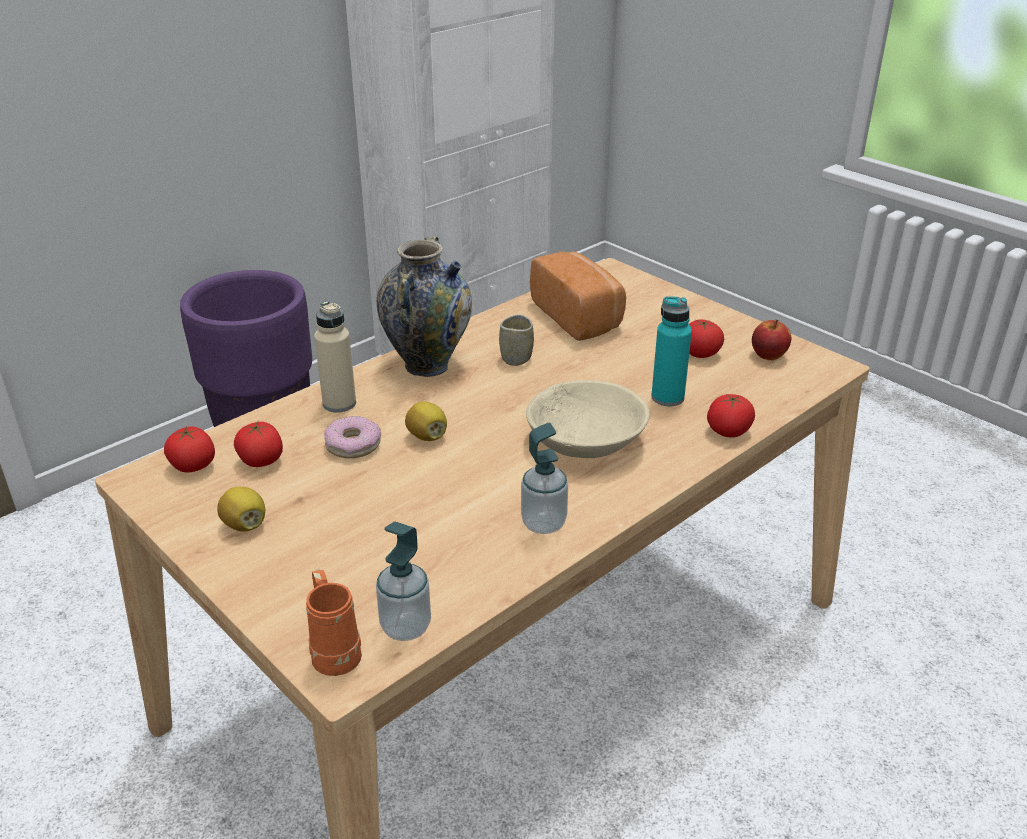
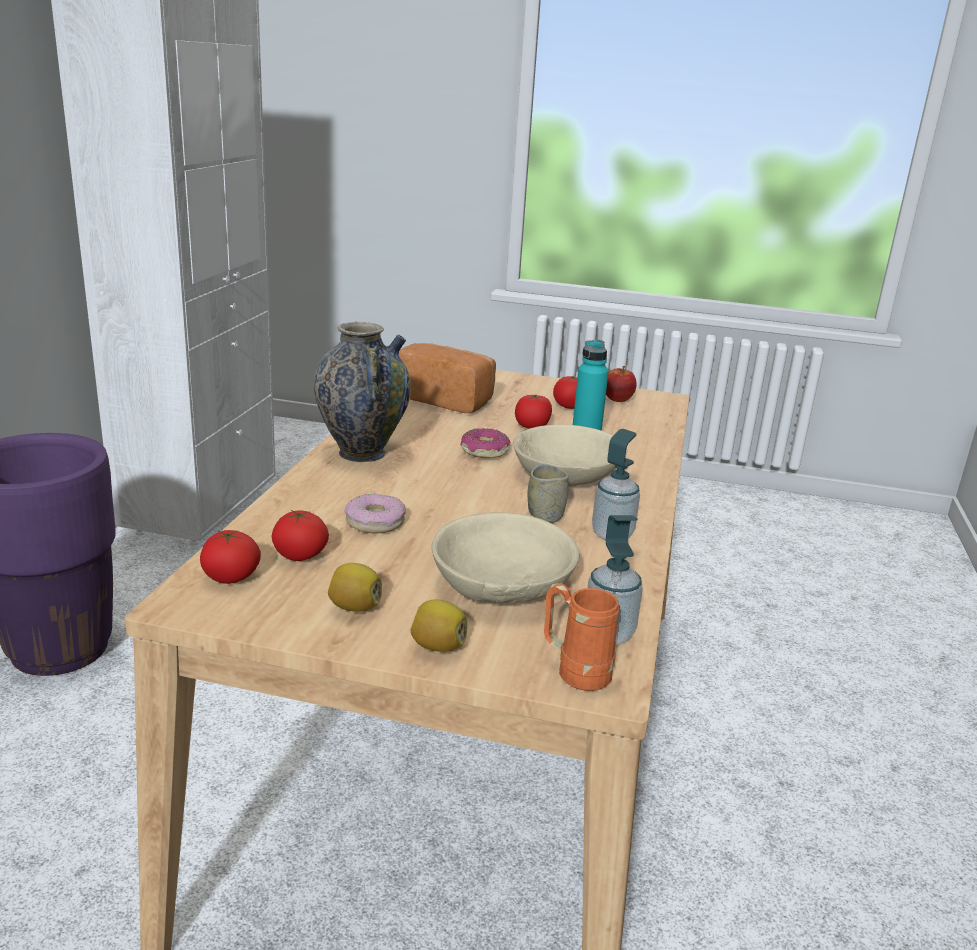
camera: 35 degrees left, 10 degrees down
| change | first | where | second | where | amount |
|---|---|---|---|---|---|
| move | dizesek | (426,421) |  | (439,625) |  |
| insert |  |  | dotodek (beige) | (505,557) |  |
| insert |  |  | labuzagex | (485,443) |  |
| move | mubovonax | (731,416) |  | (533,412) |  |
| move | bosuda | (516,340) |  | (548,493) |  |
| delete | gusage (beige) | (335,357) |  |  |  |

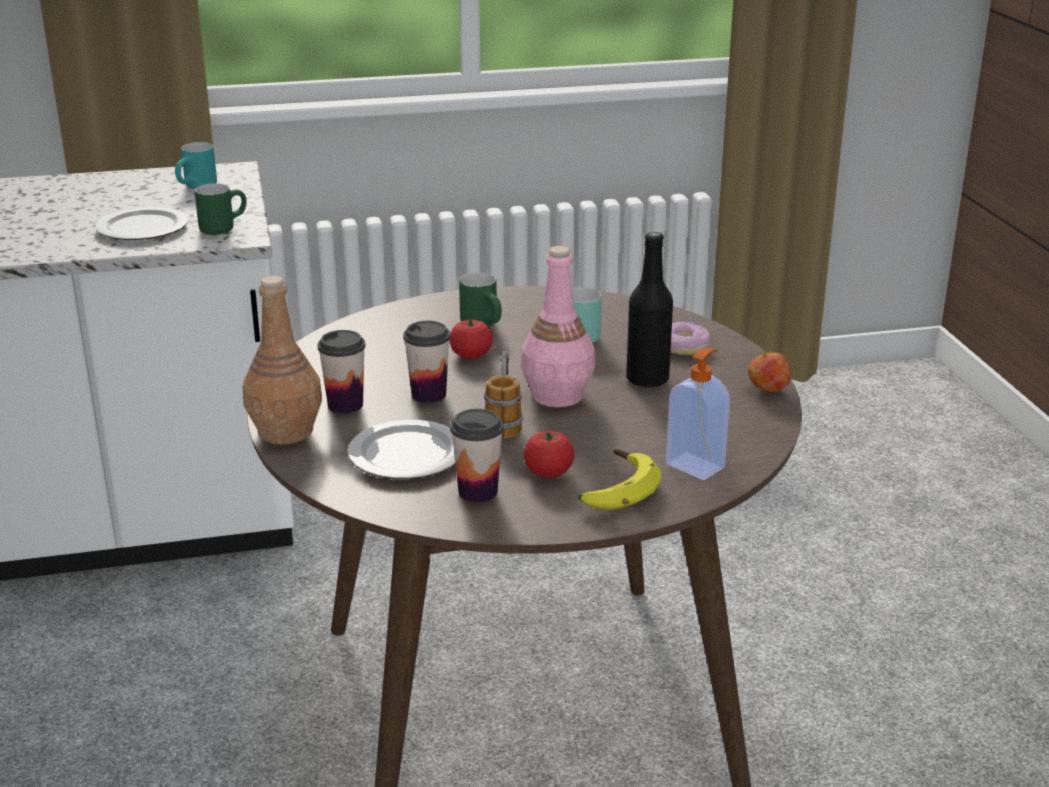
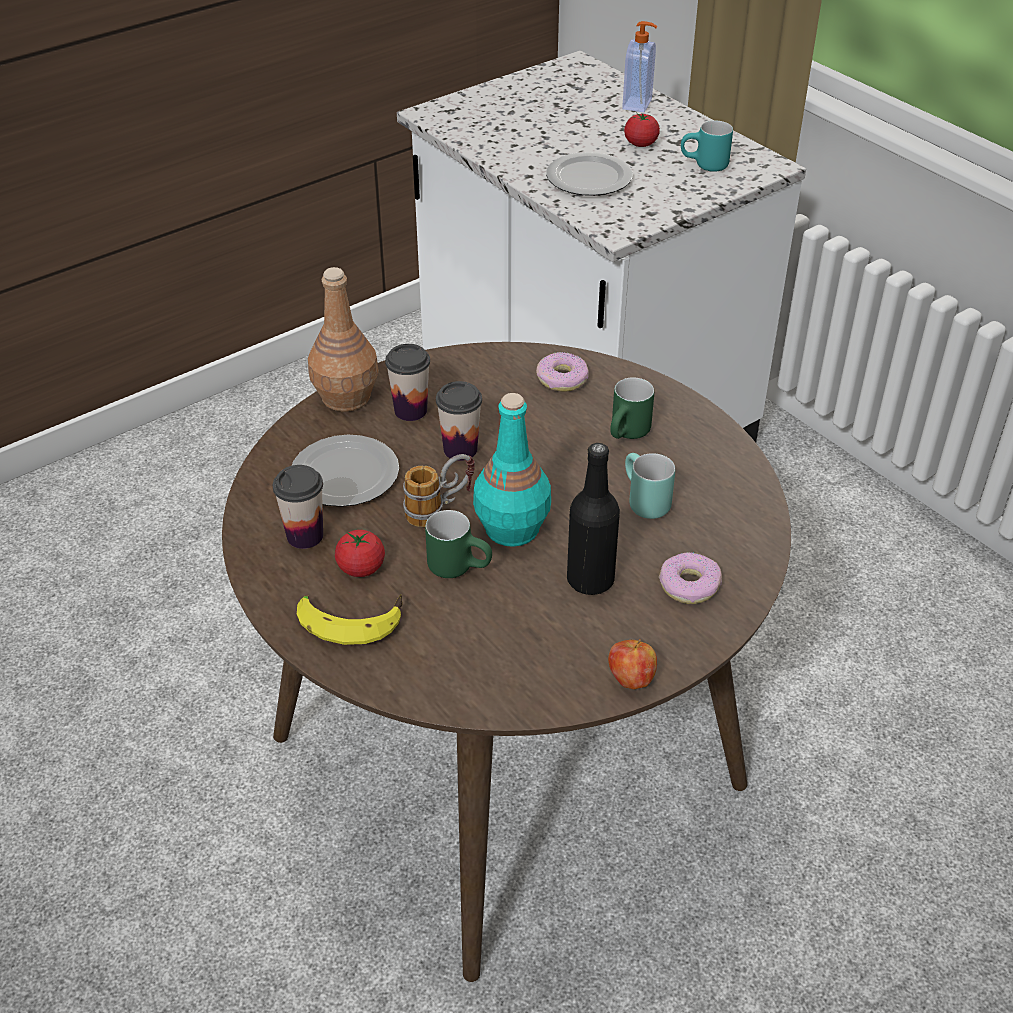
camera: 65 degrees right, 15 degrees up
| change | first | where | second | where | amount |
|---|---|---|---|---|---|
| move | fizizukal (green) | (221,209) |  | (458,544) |  |
| recolor | gusage (pink) | (558,326) | gusage (turquoise) | (512,470) |  |
| insert |  |  | labuzagex | (562,372) |  |
| move | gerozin | (698,414) |  | (639,66) |  |
| move | mubovonax | (471,339) |  | (642,130) |  |

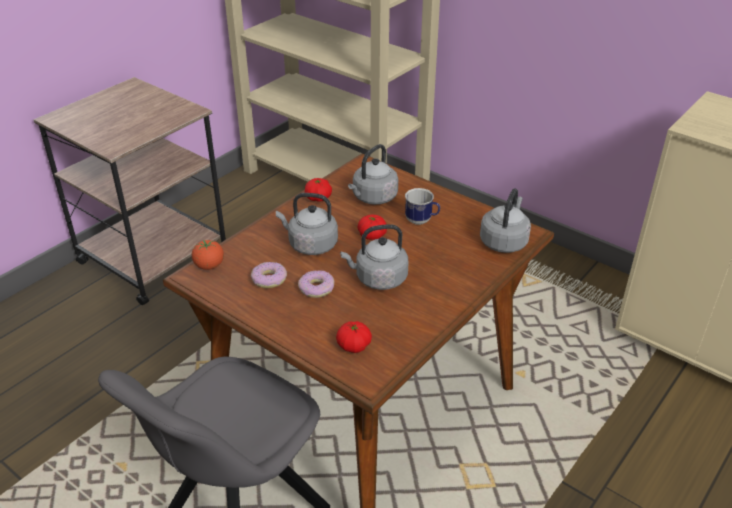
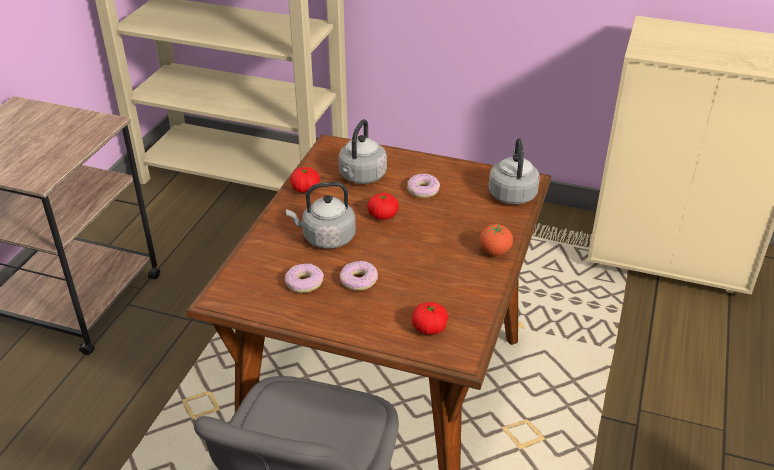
camera: 20 degrees left, 0 degrees up
| change | first | where | second | where | amount |
|---|---|---|---|---|---|
| replace | fizizukal | (422,206) | labuzagex | (423,186) |  |
| move | mubovonax | (208,255) |  | (496,240) |  |
| delete | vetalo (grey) | (374,257) |  |  |  |

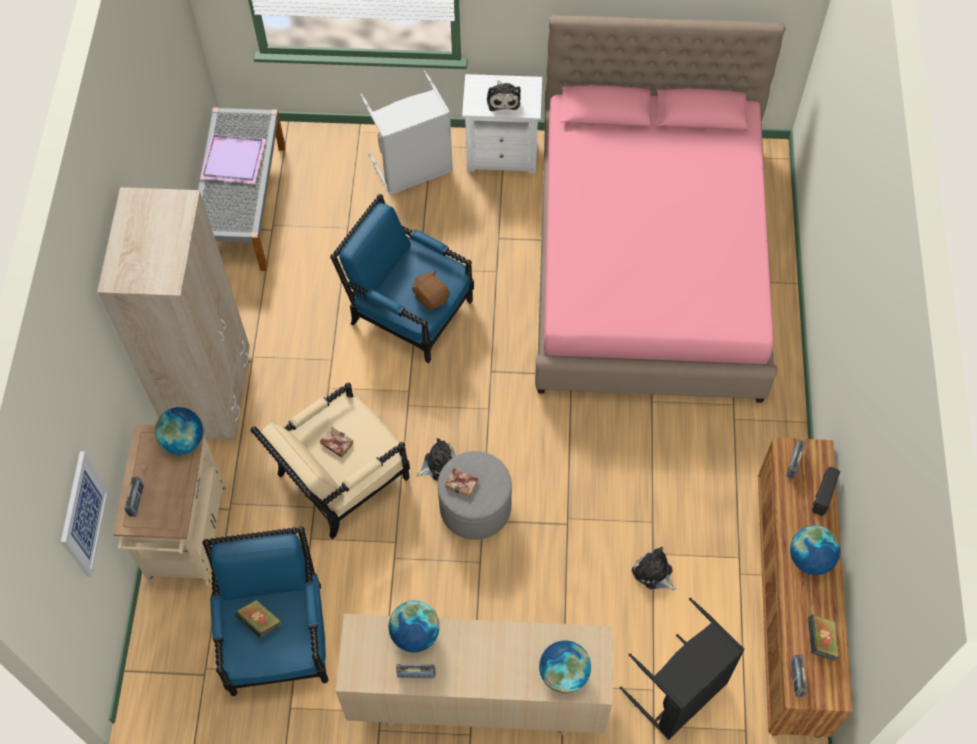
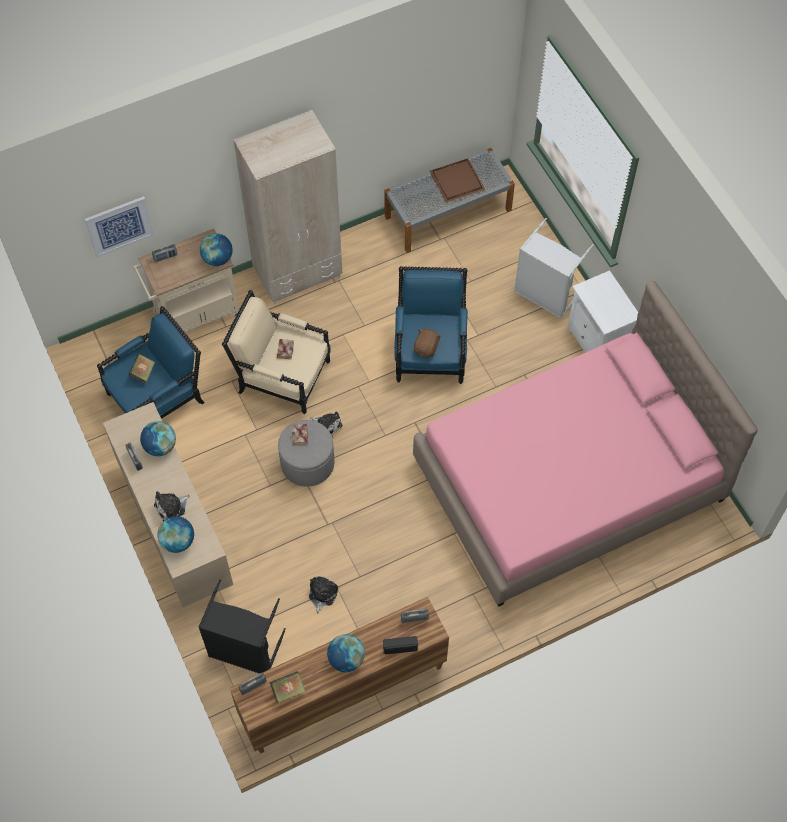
camera: 60 degrees right, 0 degrees up
| change | first | where | second | where | amount |
|---|---|---|---|---|---|
| move | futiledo | (504,96) |  | (171,506) |  |
| recolor | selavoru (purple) | (233,159) | selavoru (brown) | (457,180) |  |

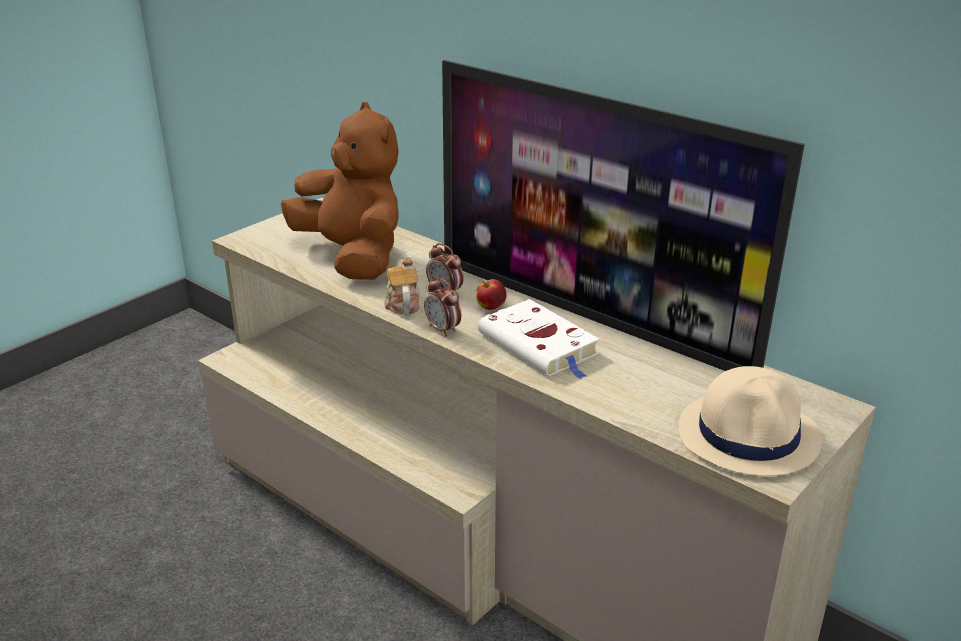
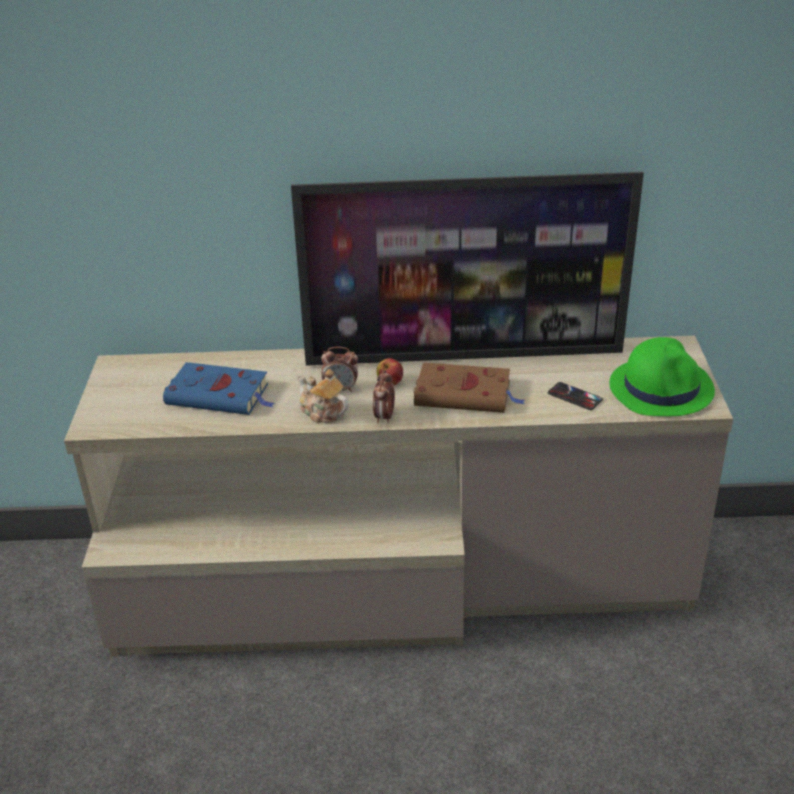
camera: 40 degrees left, 5 degrees up
| change | first | where | second | where | amount |
|---|---|---|---|---|---|
| replace | futiledo (brown) | (340,191) | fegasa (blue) | (219,388) |  |
| rotate | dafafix | (442,307) |  | (384,396) | 90 degrees clockwise |
| recolor | fegasa (white) | (538,339) | fegasa (brown) | (469,388) |  |
| insert |  |  | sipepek | (575,396) |  |
| recolor | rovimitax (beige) | (750,421) | rovimitax (green) | (662,376) |  |

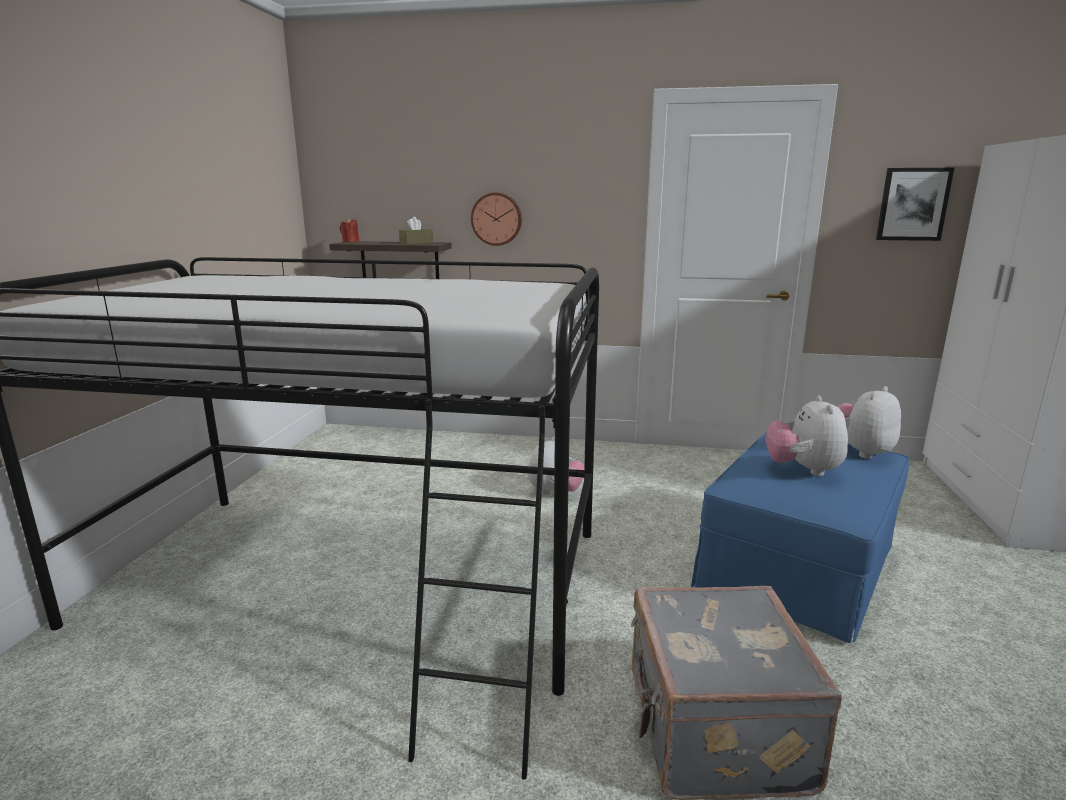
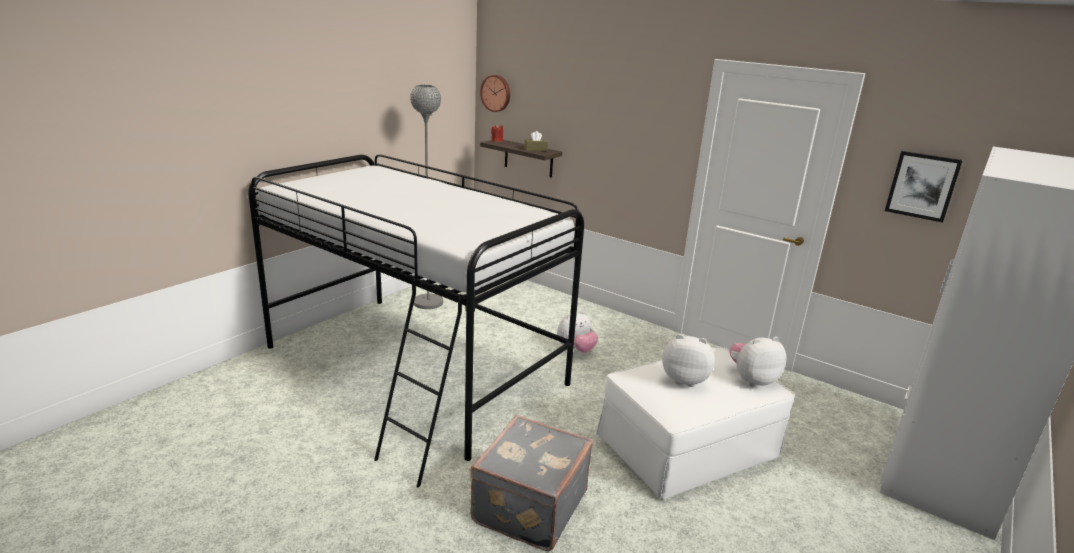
camera: 25 degrees right, 5 degrees up
| change | first | where | second | where | amount |
|---|---|---|---|---|---|
| insert |  |  | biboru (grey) | (426,197) |  |
| move | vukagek | (496,219) |  | (495,93) |  |
| recolor | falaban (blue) | (800,537) | falaban (white) | (695,423) |  |
| rotate | futiledo | (806,435) |  | (688,360) | 75 degrees clockwise |

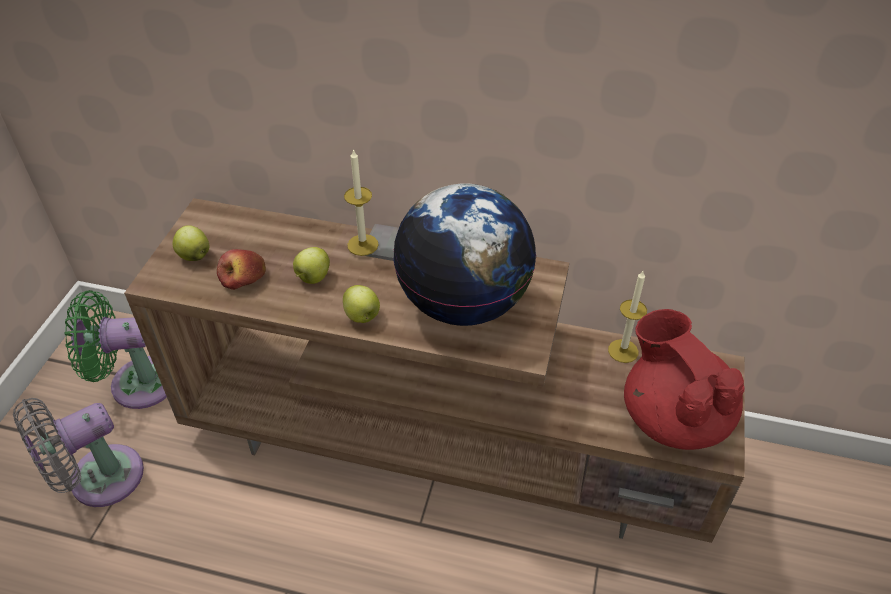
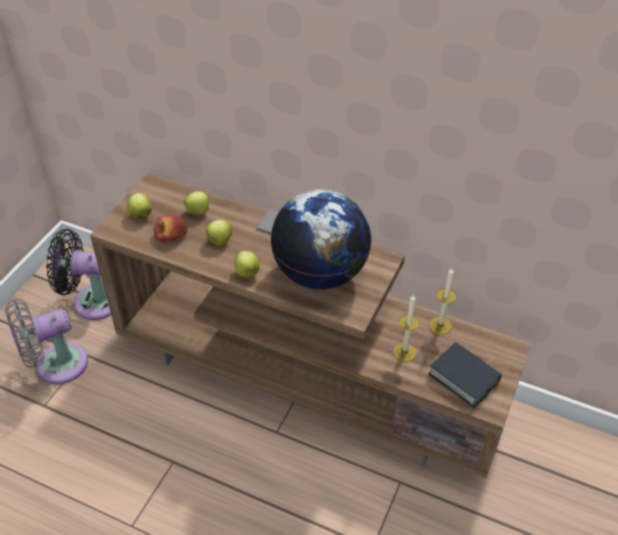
camera: 10 degrees right, 0 degrees up
| change | first | where | second | where | amount |
|---|---|---|---|---|---|
| recolor | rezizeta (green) | (116,349) | rezizeta (black) | (78,274) |  |
| insert |  |  | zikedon | (198,203) |  |
| move | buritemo | (361,202) |  | (406,328) |  |
| replace | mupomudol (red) | (684,379) | fegasa | (465,375) |  |

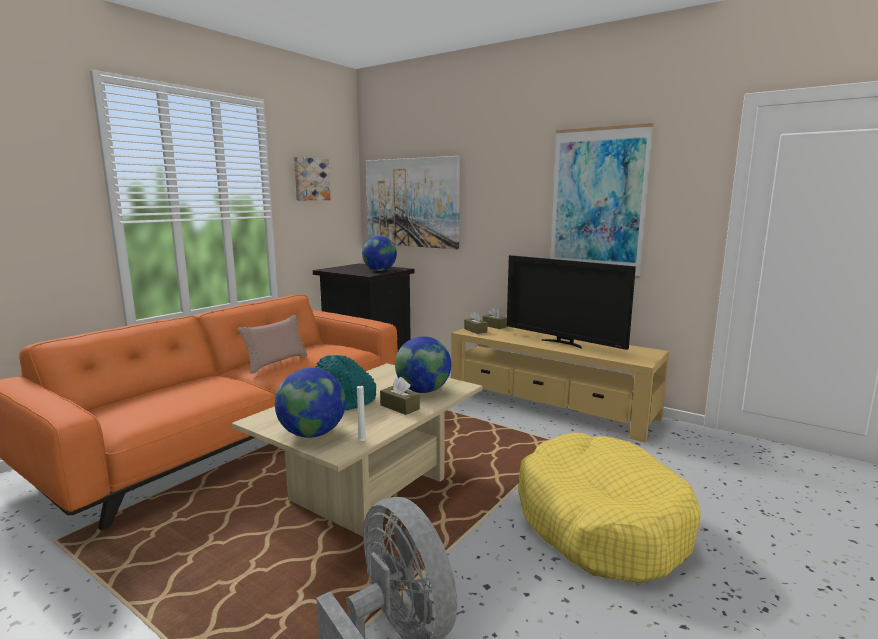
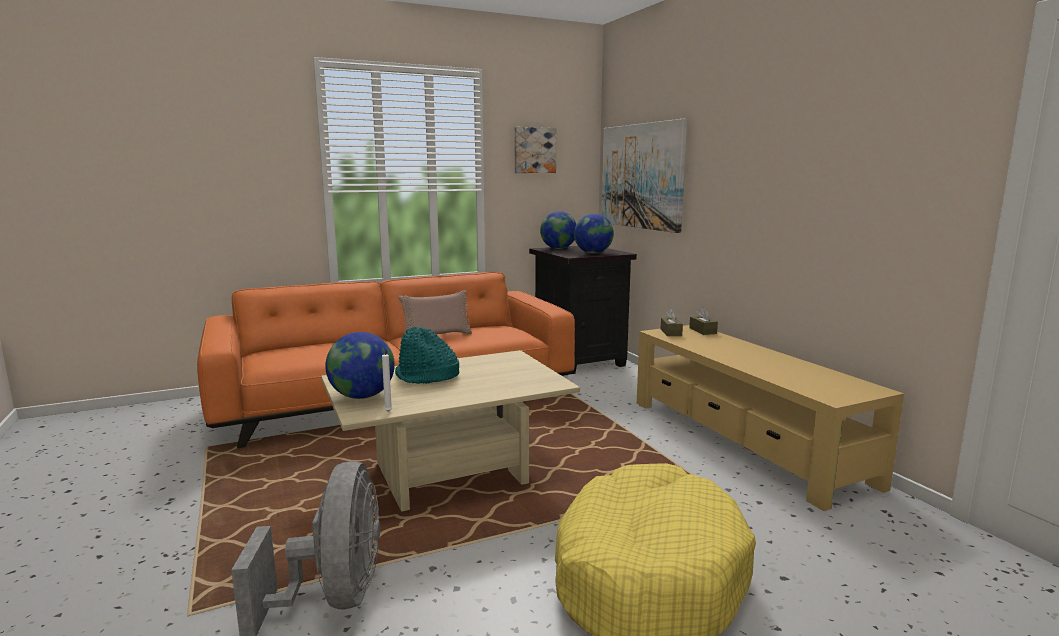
camera: 30 degrees right, 0 degrees up
| change | first | where | second | where | amount |
|---|---|---|---|---|---|
| move | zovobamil | (423,364) |  | (558,230) |  |
| delete | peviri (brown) | (400,396) |  |  |  |
| delete | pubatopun | (571,302) |  |  |  |
| delete | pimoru | (602,201) |  |  |  |

